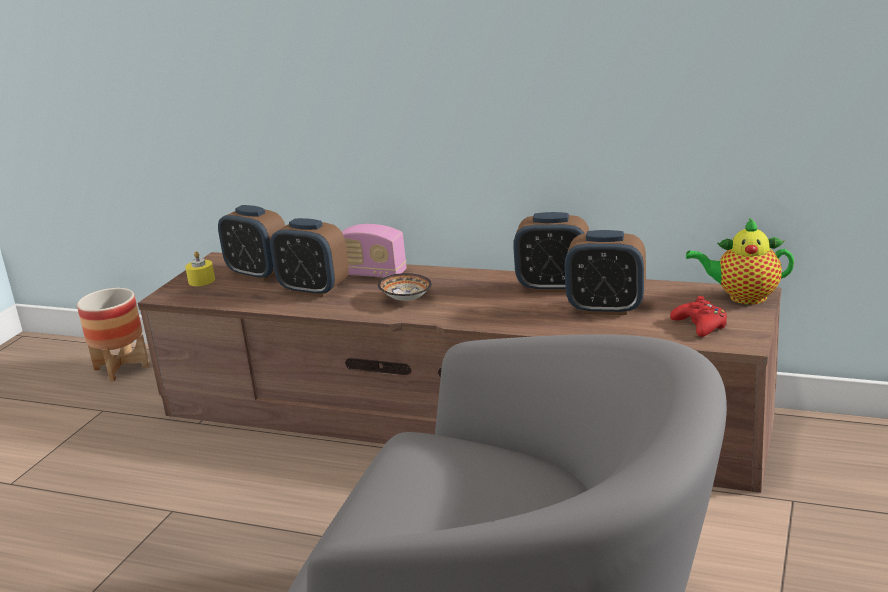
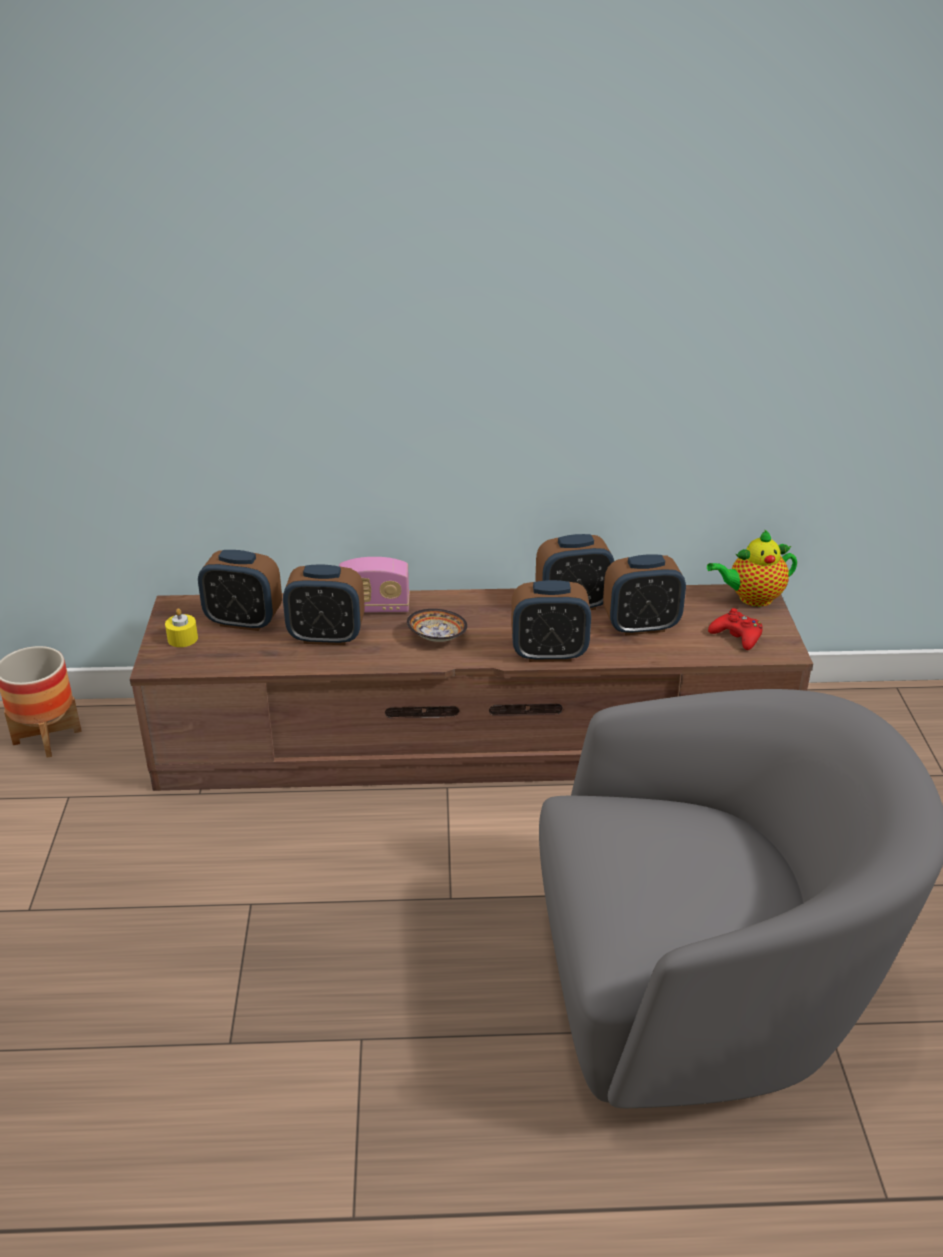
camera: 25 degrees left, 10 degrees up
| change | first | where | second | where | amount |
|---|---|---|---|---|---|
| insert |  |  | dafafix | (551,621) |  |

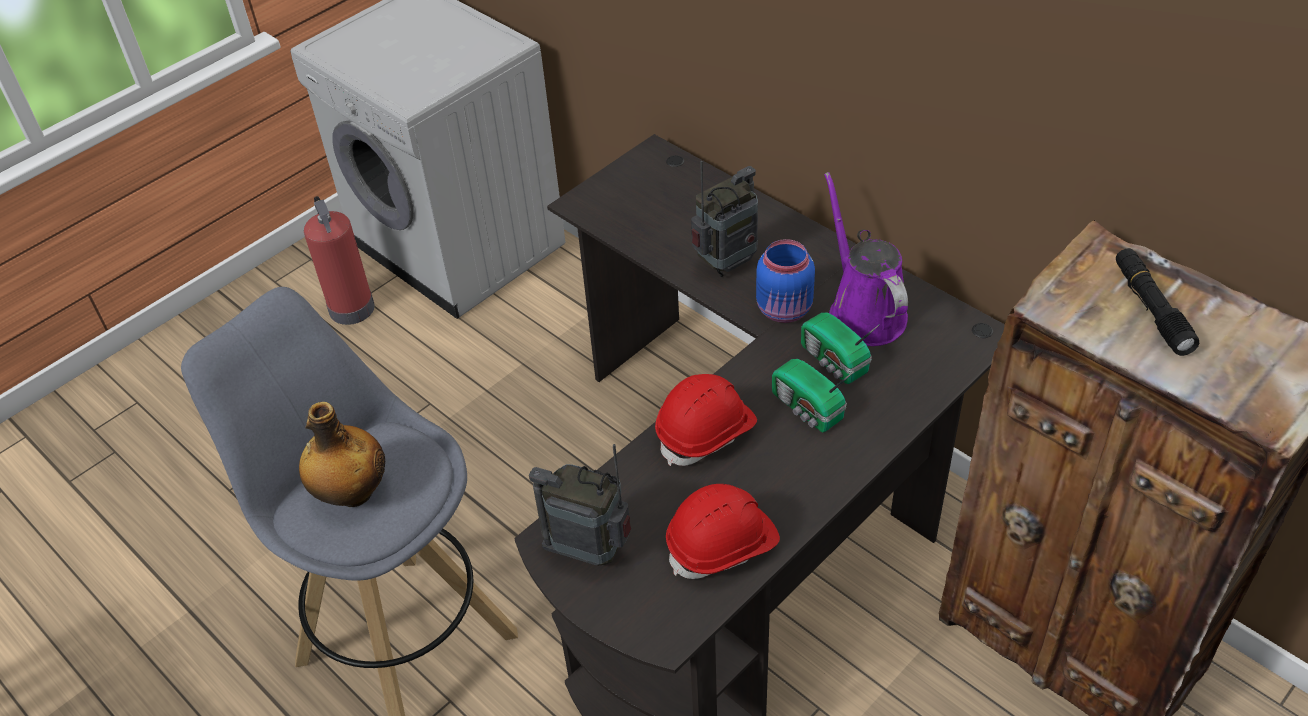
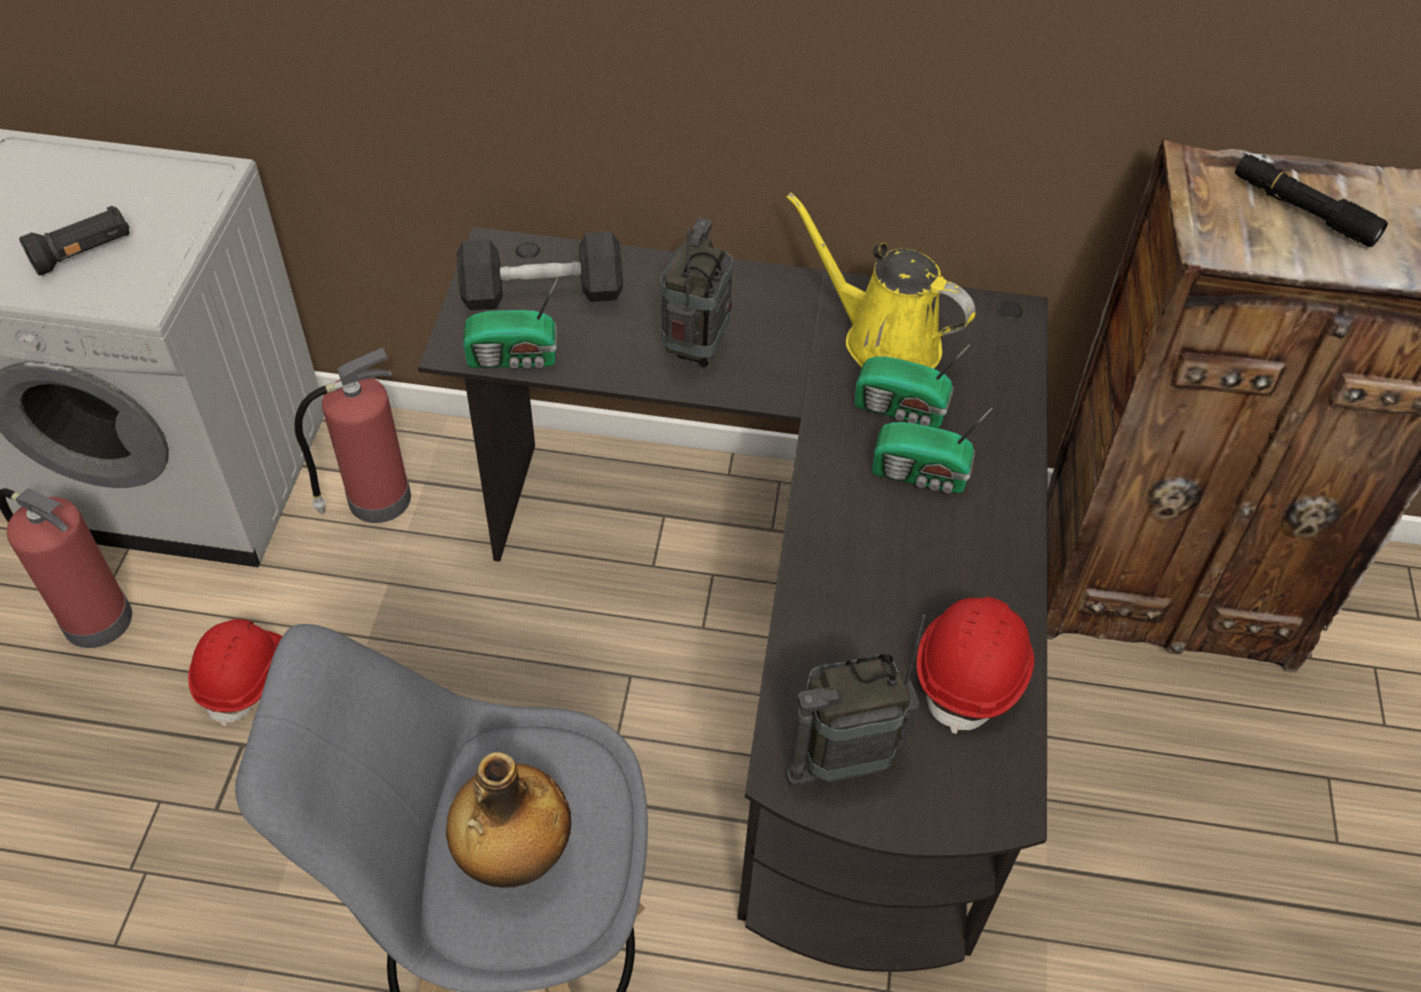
camera: 40 degrees left, 5 degrees up
| change | first | where | second | where | amount |
|---|---|---|---|---|---|
| insert |  |  | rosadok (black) | (74,240) |  |
| move | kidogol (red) | (706,420) |  | (235,672) |  |
| insert |  |  | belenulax | (353,435) |  |
| insert |  |  | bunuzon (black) | (540,271) |  |
| insert |  |  | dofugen | (510,323) |  |
| recolor | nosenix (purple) | (866,259) | nosenix (yellow) | (881,280) |  |
| delete | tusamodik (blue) | (785,281) |  |  |  |

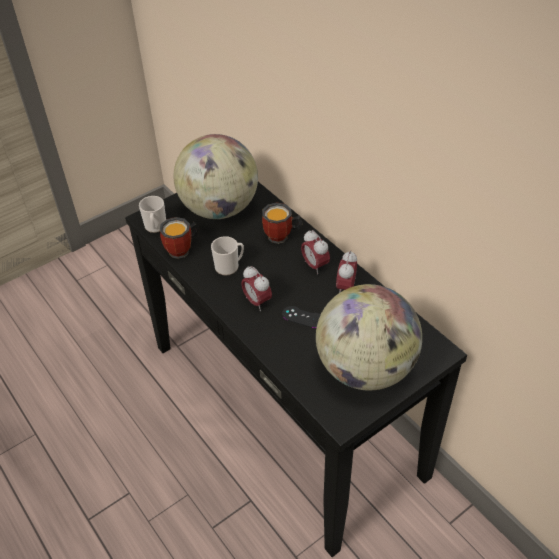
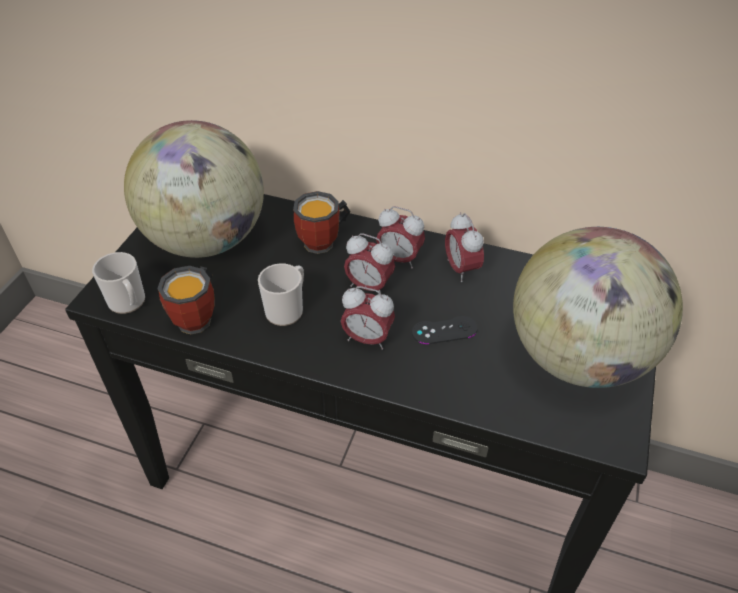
camera: 35 degrees left, 0 degrees up
| change | first | where | second | where | amount |
|---|---|---|---|---|---|
| insert |  |  | dafafix | (369,263) |  |

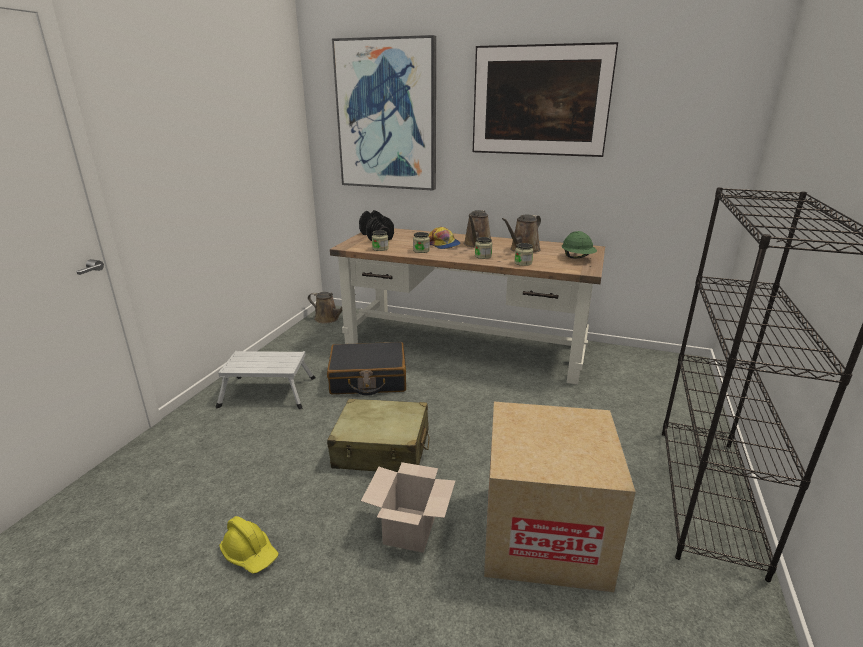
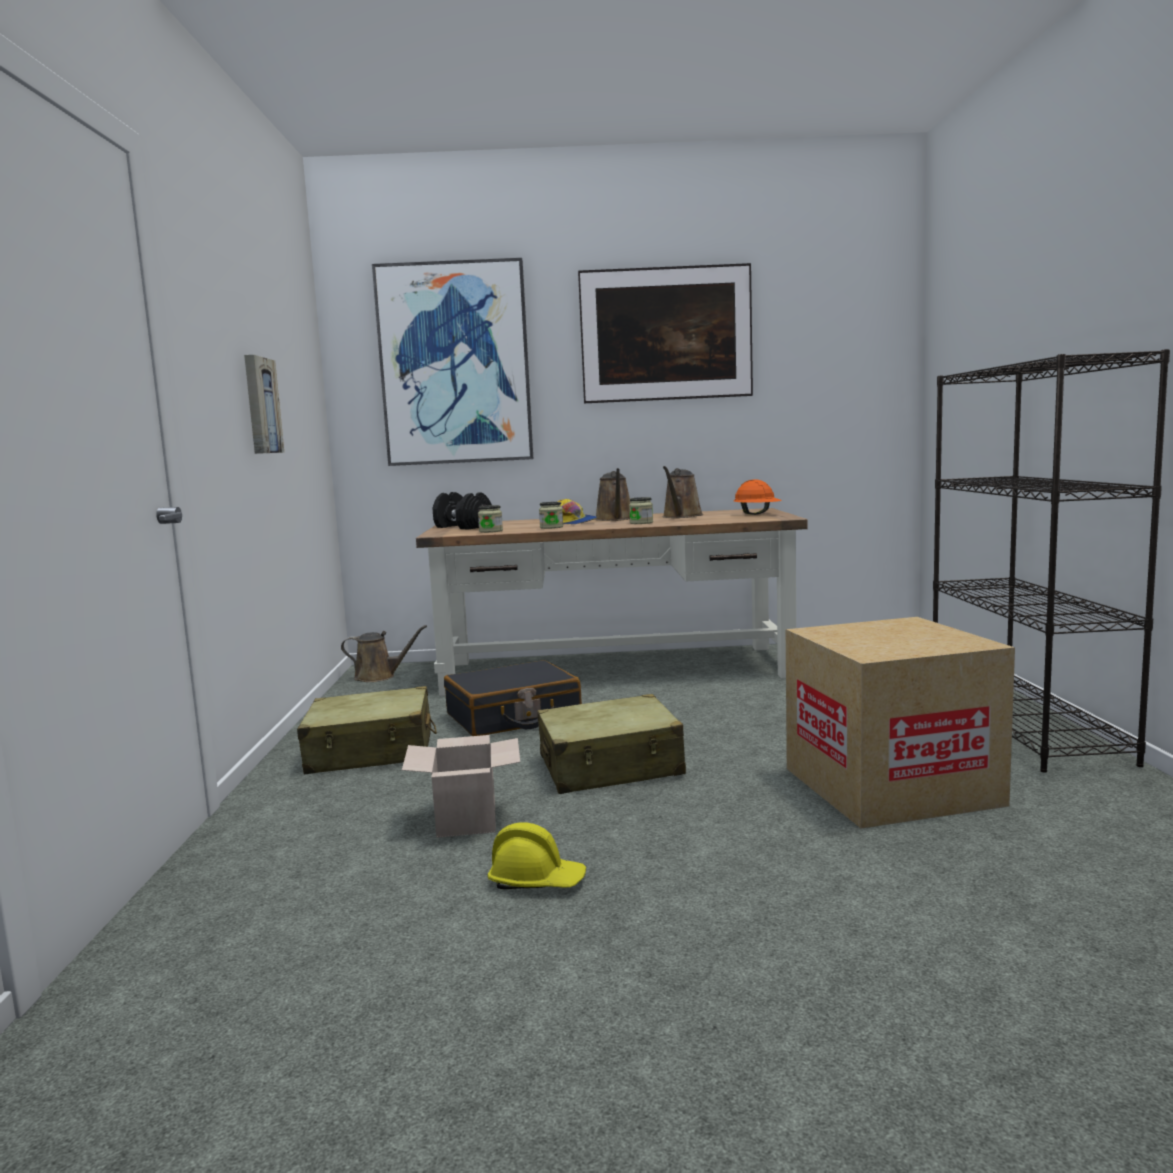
camera: 20 degrees left, 15 degrees down
| change | first | where | second | where | amount |
|---|---|---|---|---|---|
| insert |  |  | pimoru | (264,404) |  |
| replace | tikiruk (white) | (265,380) | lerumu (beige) | (367,730) |  |
| move | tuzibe | (408,507) |  | (461,786) |  |
| recolor | kidogol (green) | (579,245) | kidogol (orange) | (758,497) |  |
| delete | tusamodik | (523,254) |  |  |  |

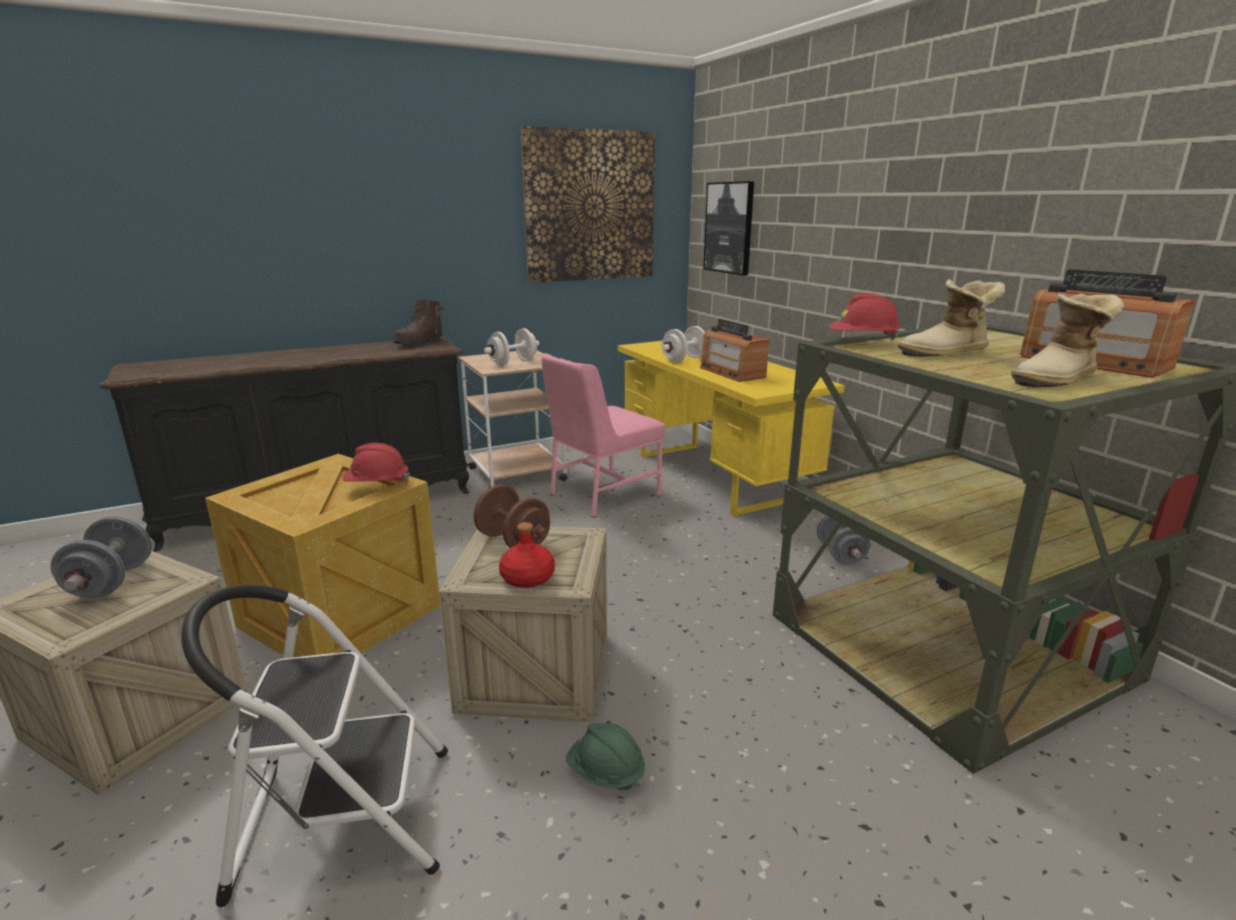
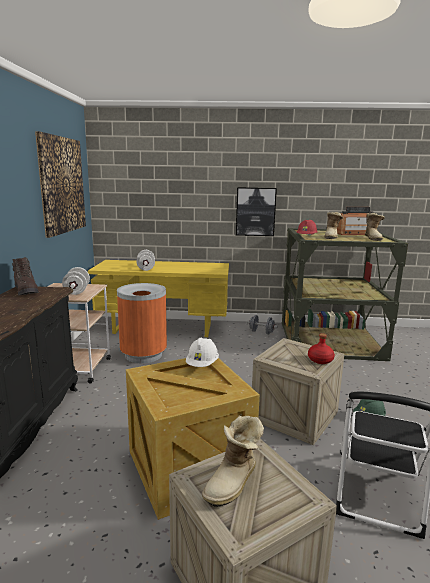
camera: 60 degrees left, 5 degrees down
| change | first | where | second | where | amount |
|---|---|---|---|---|---|
| replace | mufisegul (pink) | (603,435) | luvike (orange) | (142,323) |  |
| recolor | kidogol (red) | (376,462) | kidogol (white) | (202,352) |  |
| replace | bunuzon (grey) | (101,557) | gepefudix | (233,461) |  |
| move | pimoru | (728,228) |  | (256,211) |  |
| delete | bunuzon (brown) | (512,516) |  |  |  |
| delete | dofugen | (734,350) |  |  |  |

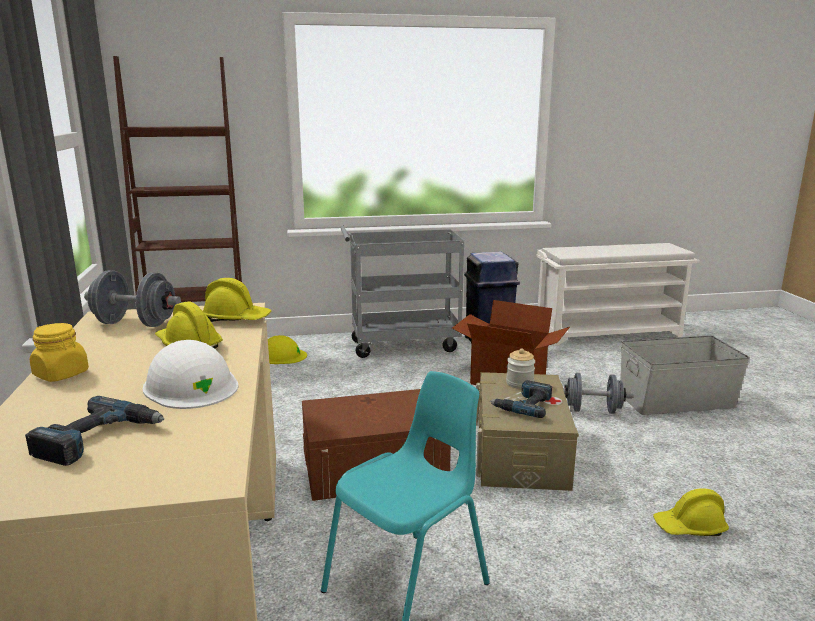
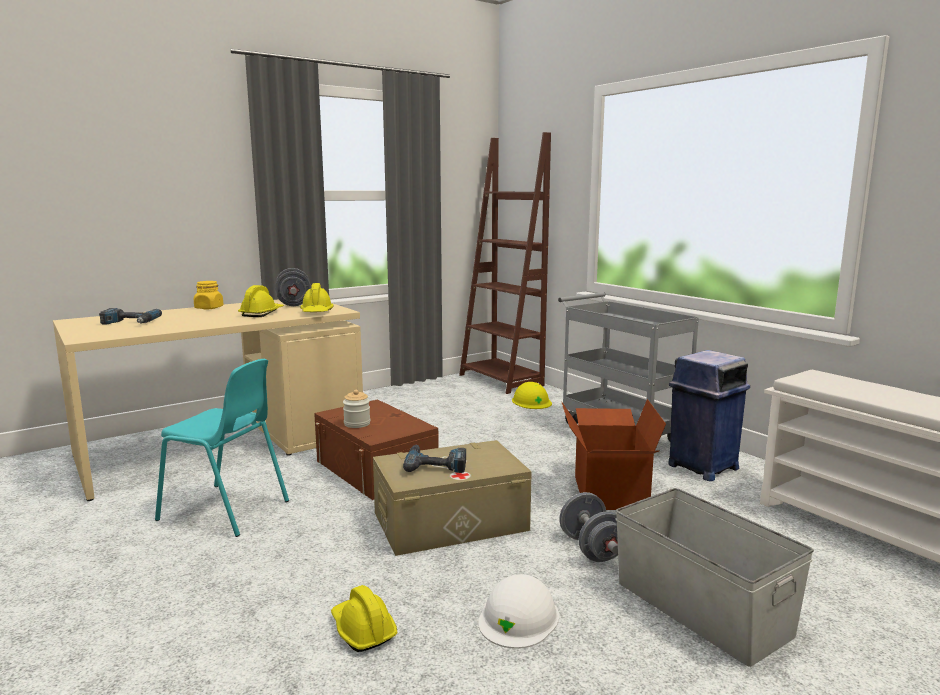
camera: 65 degrees right, 5 degrees down
| change | first | where | second | where | amount |
|---|---|---|---|---|---|
| move | tusamodik | (520,369) |  | (356,409) |  |
| move | kidogol (white) | (190,374) |  | (518,611) |  |

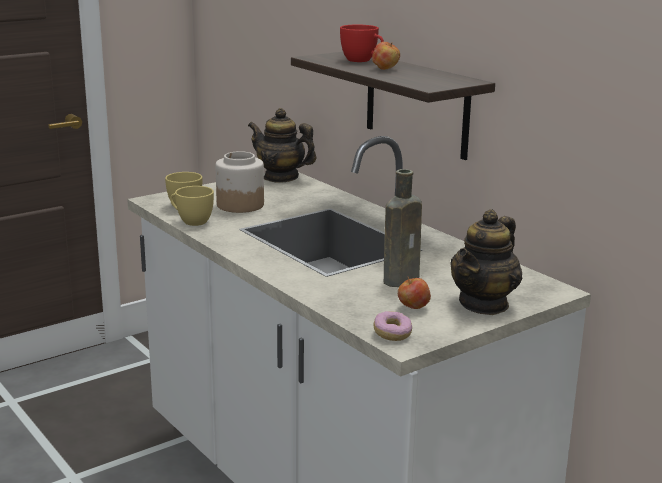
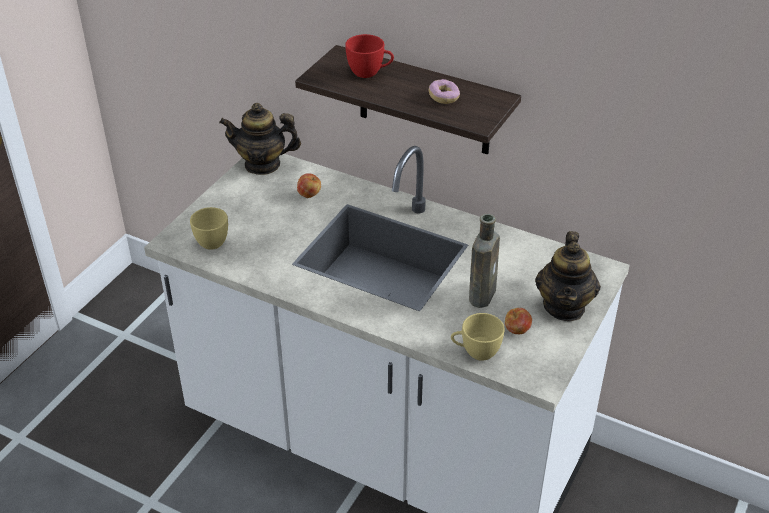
camera: 25 degrees left, 20 degrees up
| change | first | where | second | where | amount |
|---|---|---|---|---|---|
| move | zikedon | (386,56) |  | (309,185) |  |
| move | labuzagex | (392,326) |  | (444,91) |  |
| move | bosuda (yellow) | (192,206) |  | (478,337) |  |
| delete | tusamodik | (240,182) |  |  |  |

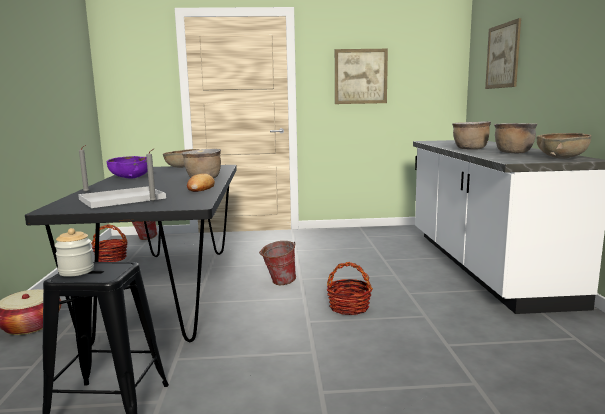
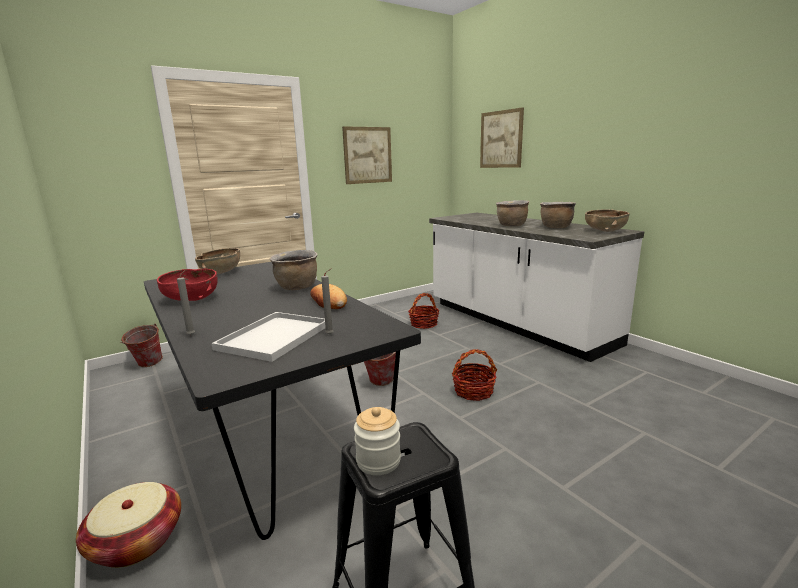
camera: 30 degrees left, 5 degrees up
| change | first | where | second | where | amount |
|---|---|---|---|---|---|
| recolor | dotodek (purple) | (127,167) | dotodek (red) | (187,285) |  |
| move | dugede | (109,243) |  | (424,311) |  |

